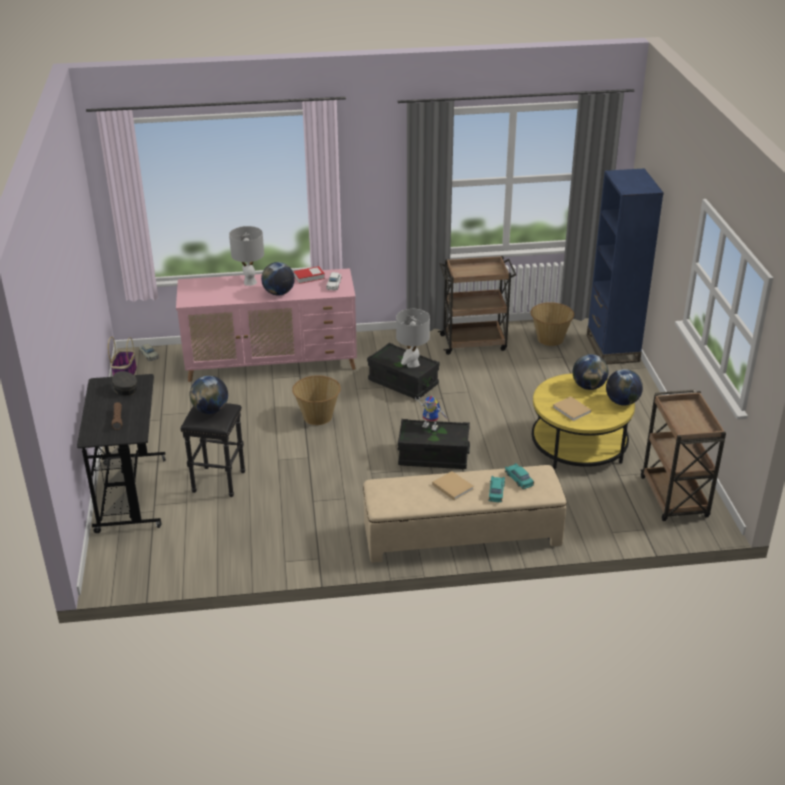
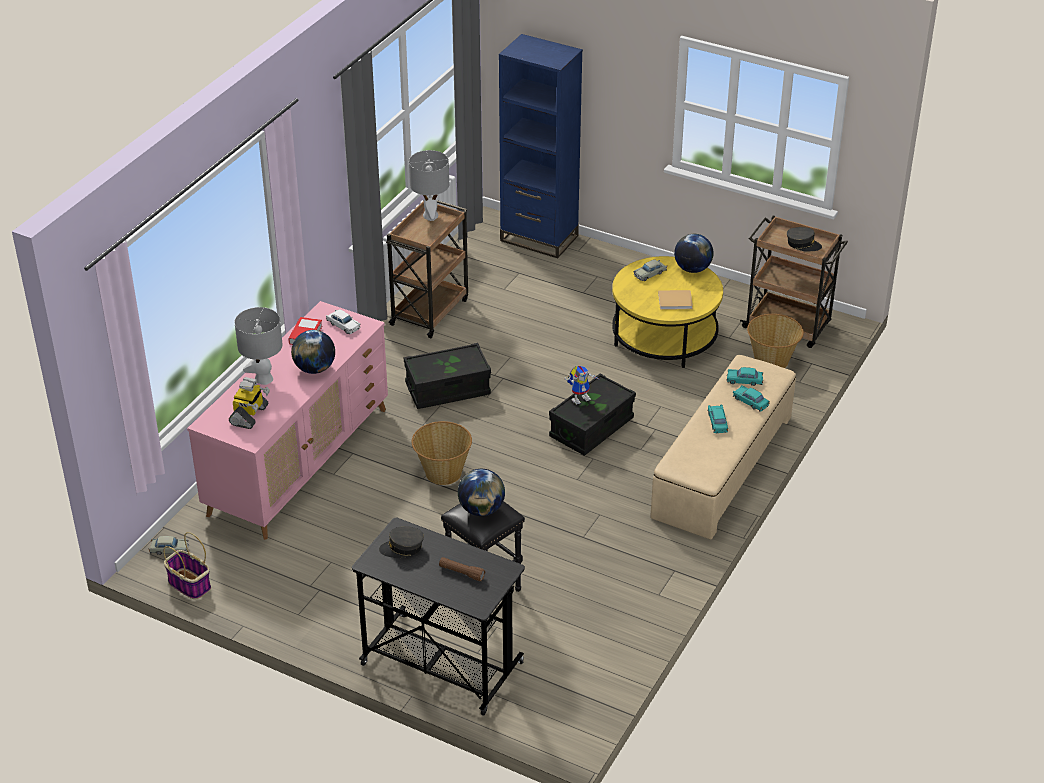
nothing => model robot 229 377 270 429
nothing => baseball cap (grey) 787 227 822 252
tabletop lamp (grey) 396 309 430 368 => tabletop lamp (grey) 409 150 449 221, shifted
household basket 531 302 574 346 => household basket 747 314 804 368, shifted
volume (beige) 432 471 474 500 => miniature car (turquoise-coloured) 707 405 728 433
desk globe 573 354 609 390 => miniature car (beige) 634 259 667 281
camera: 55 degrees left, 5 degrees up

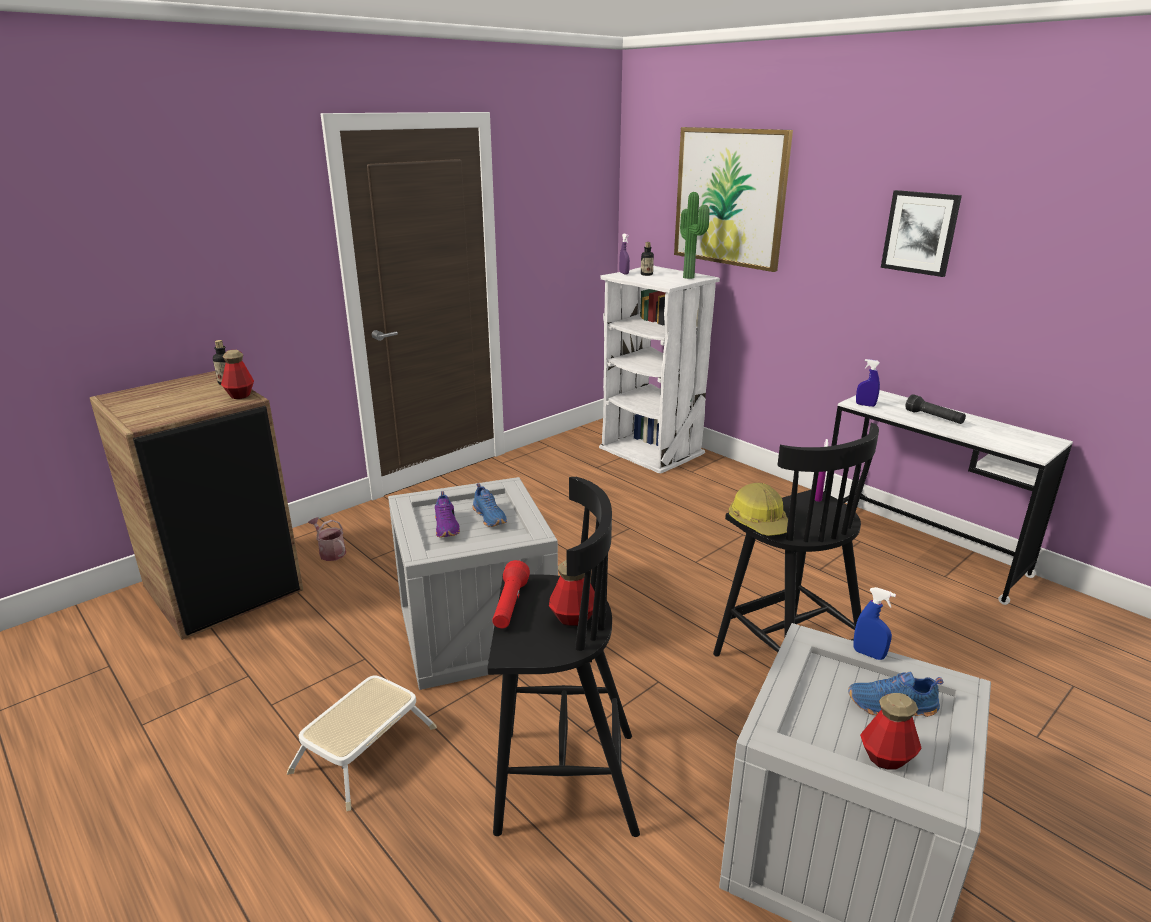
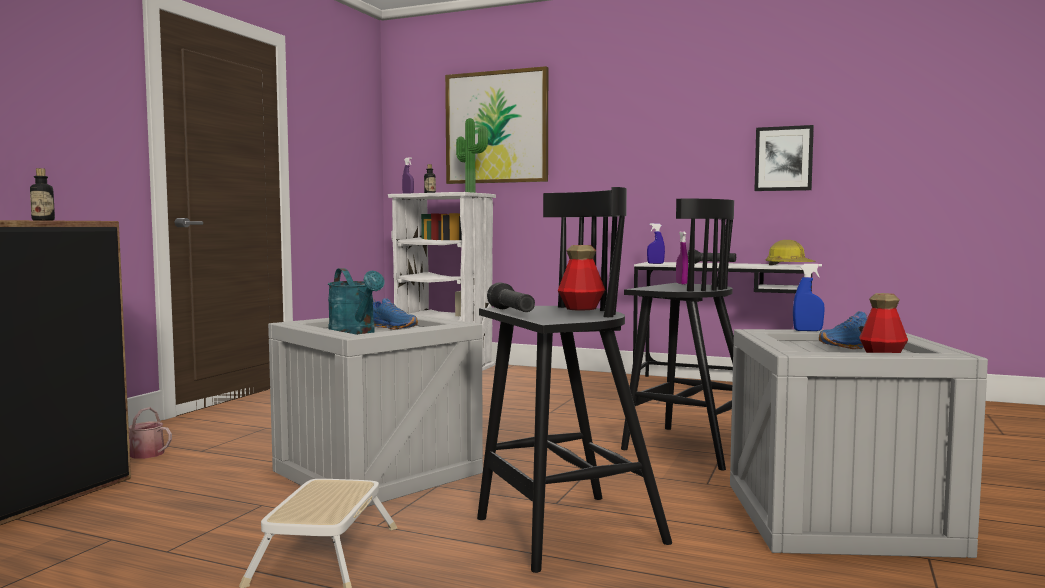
drink bottle 221 350 254 399 => nothing
safety helmet 729 483 788 536 => safety helmet 766 240 816 265, shifted
picture 881 190 962 277 => picture 754 125 814 191, shifted
low shoe (purple) 435 491 460 538 => sprinkling can (turquoise-coloured) 328 268 384 335
torch (red) 492 560 530 628 => torch (blackish) 487 282 535 312
camera: 25 degrees left, 20 degrees down

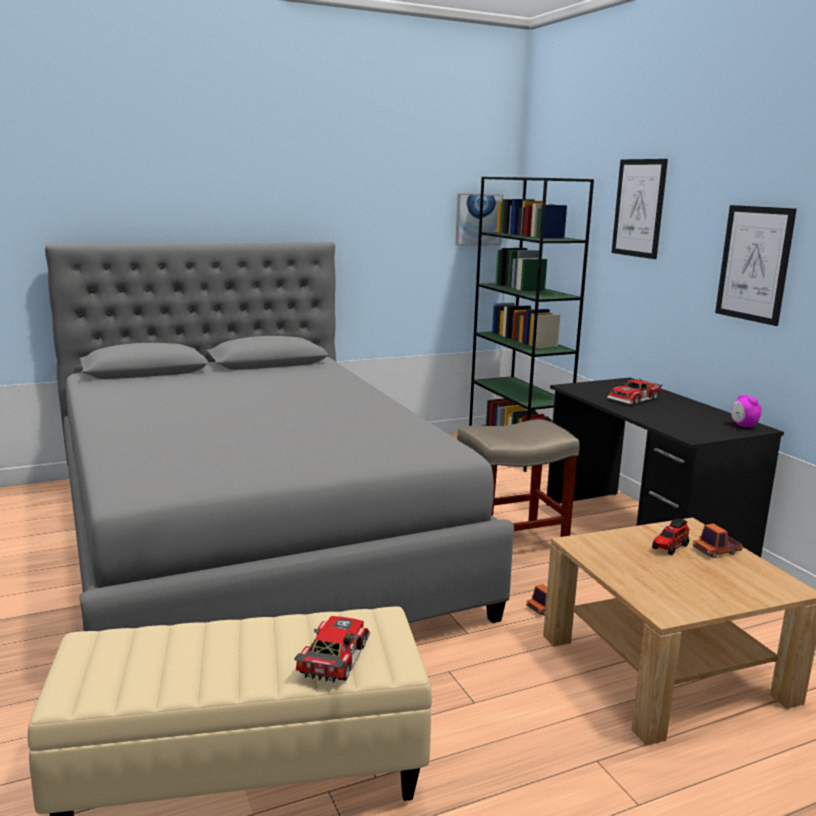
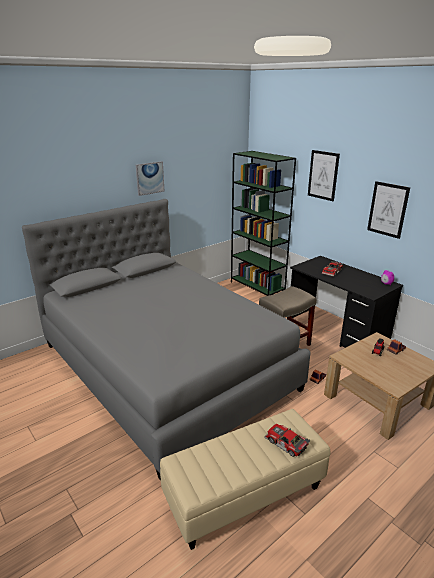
picture 455 193 503 246 => picture 136 161 164 196, shifted
miniature car 294 616 370 683 => miniature car 264 424 311 457, 45 degrees counterclockwise
camera: 15 degrees left, 10 degrees up

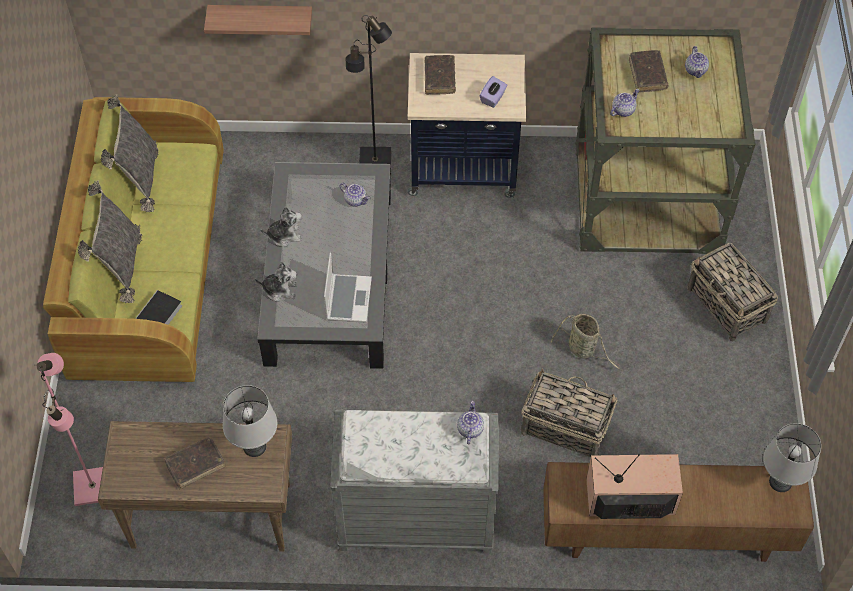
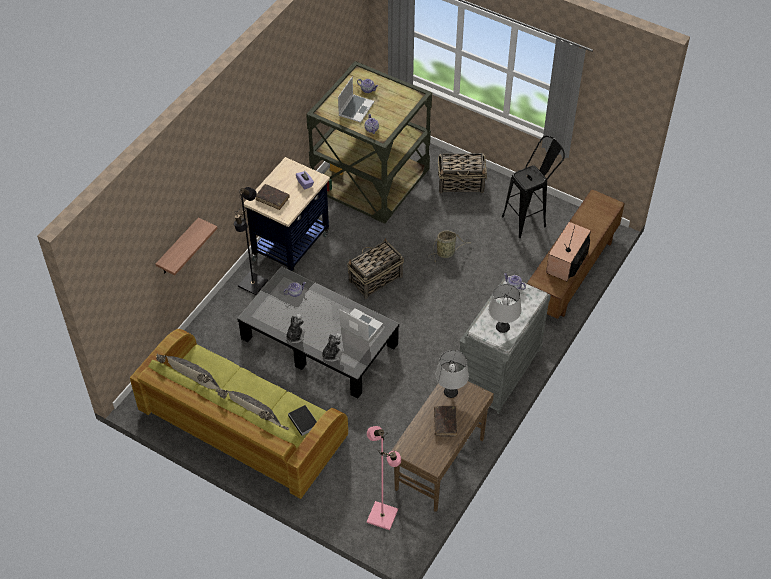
nothing => sitting stool (blackish) 502 136 565 238
household basket 521 369 618 458 => household basket 347 238 404 299, shifted
tabletop lamp (grey) 763 423 821 492 => tabletop lamp (grey) 488 284 521 333, shifted
volume (brownish) 629 50 668 93 => notebook computer 338 76 374 123
camera: 60 degrees left, 5 degrees down

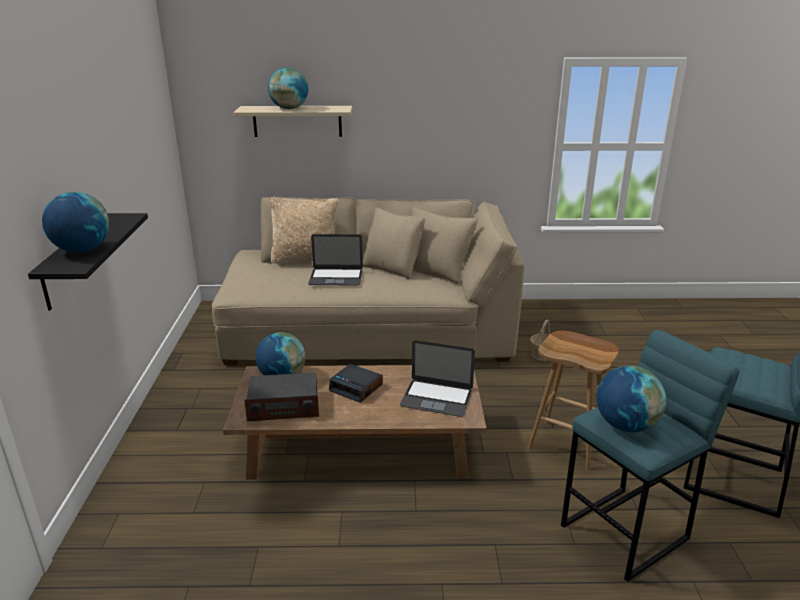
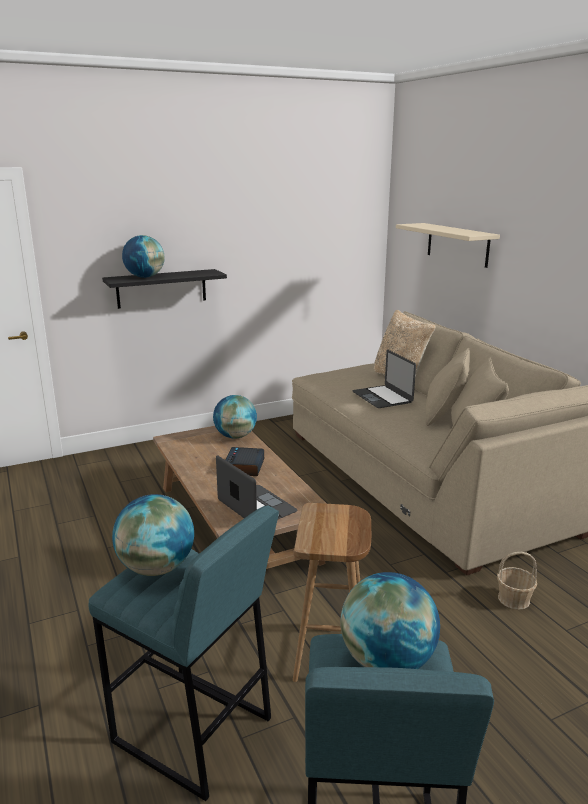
radio 244 372 319 421 => nothing
desk globe 268 67 308 109 => desk globe 340 572 440 669, shifted
notebook computer 400 340 475 417 => notebook computer 216 455 297 519, 150 degrees clockwise
camera: 65 degrees right, 5 degrees down

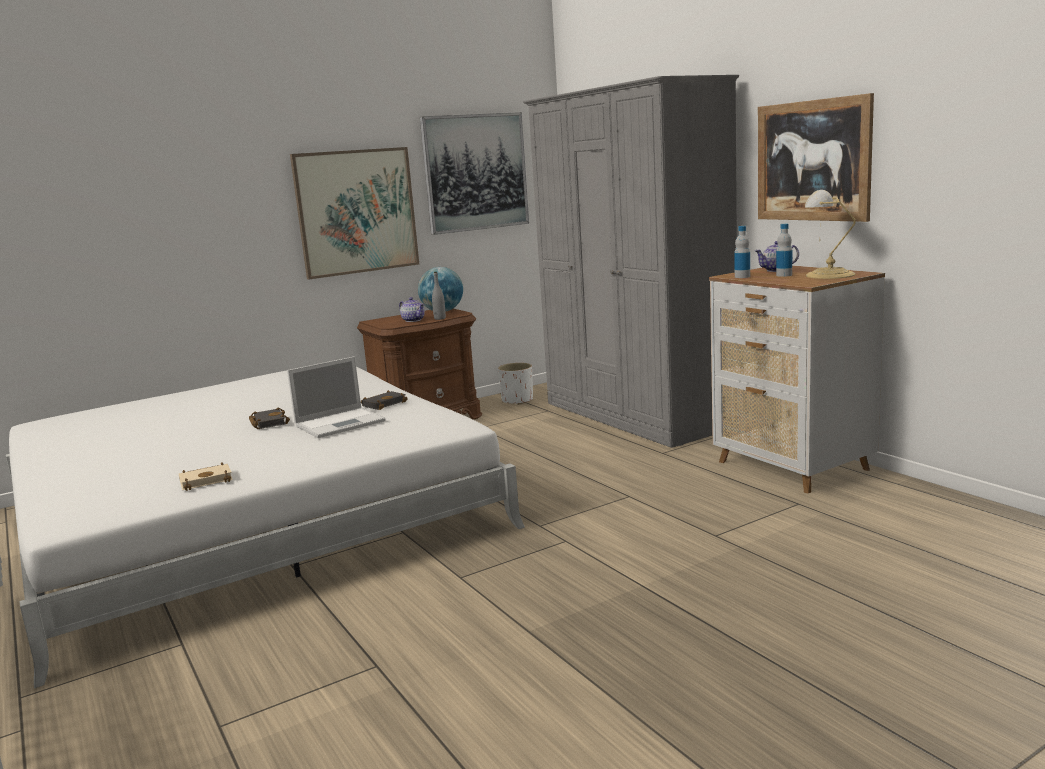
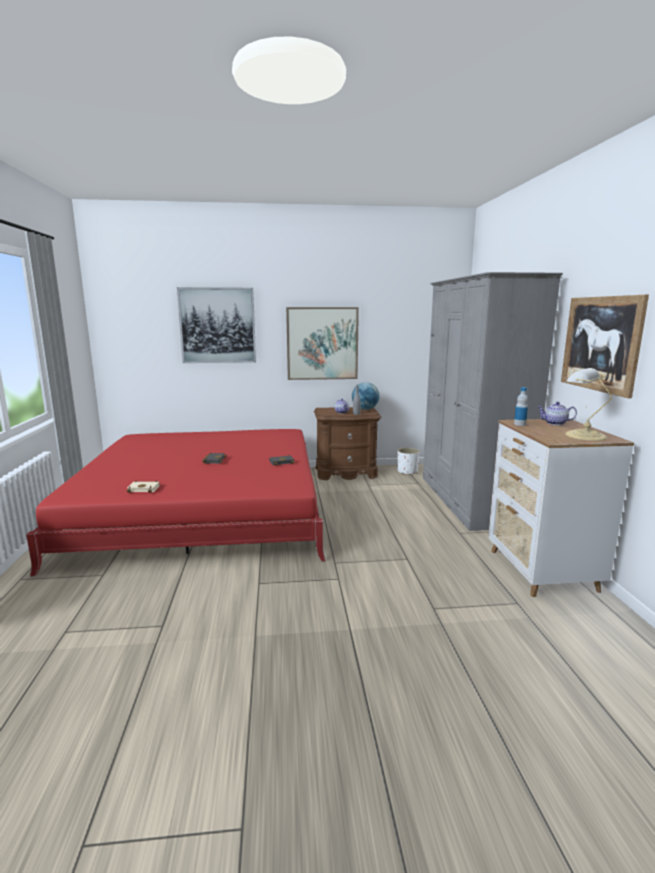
notebook computer 287 356 386 438 => nothing
drink bottle 776 224 792 277 => nothing
picture 420 112 529 235 => picture 177 287 256 363, shifted
bed (whitish) 6 367 525 688 => bed (red) 26 429 325 577
camera: 25 degrees right, 0 degrees up

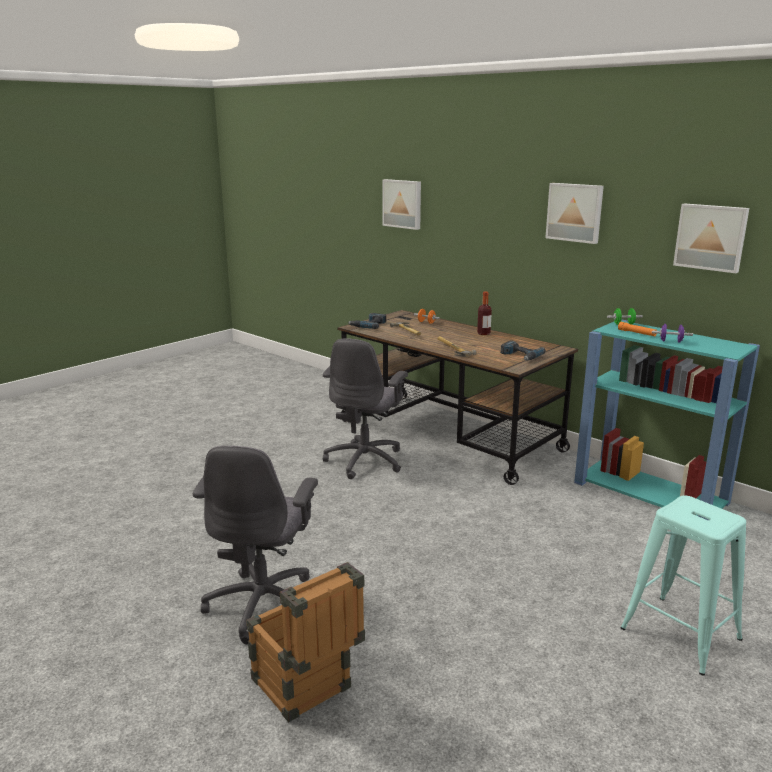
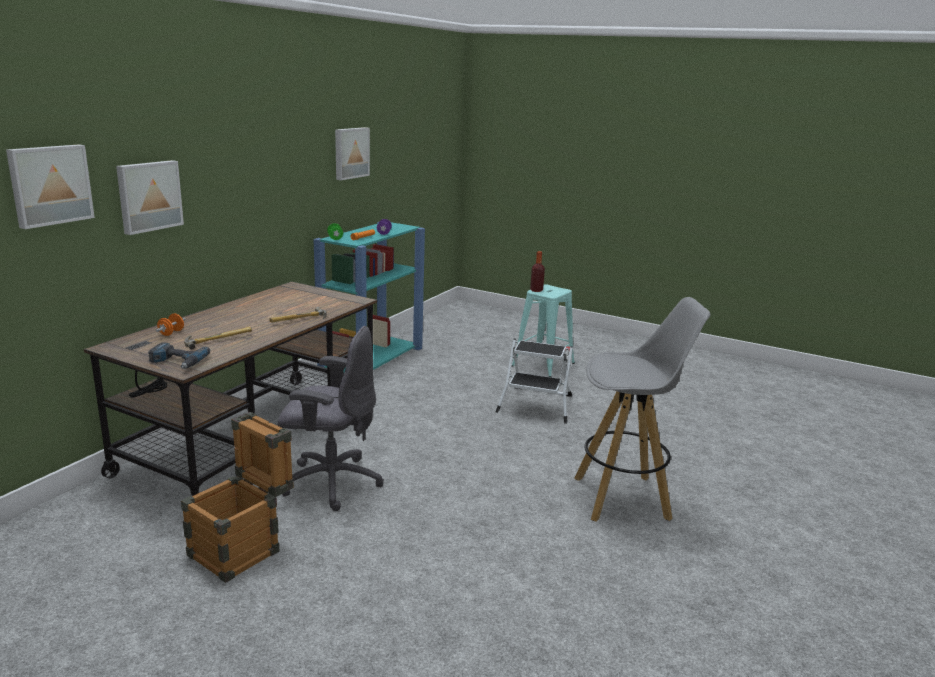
electric drill 501 341 546 361 => nothing
nothing => step stool 496 338 573 424
packing crate 247 562 365 723 => packing crate 181 412 294 583, shifted
drink bottle 477 292 492 335 => drink bottle 530 251 545 292, shifted
picture 545 183 604 244 => picture 116 160 184 235, shifted
office chair (grey) 193 446 318 644 => sitting stool (grey) 574 297 710 522
camera: 105 degrees left, 0 degrees up

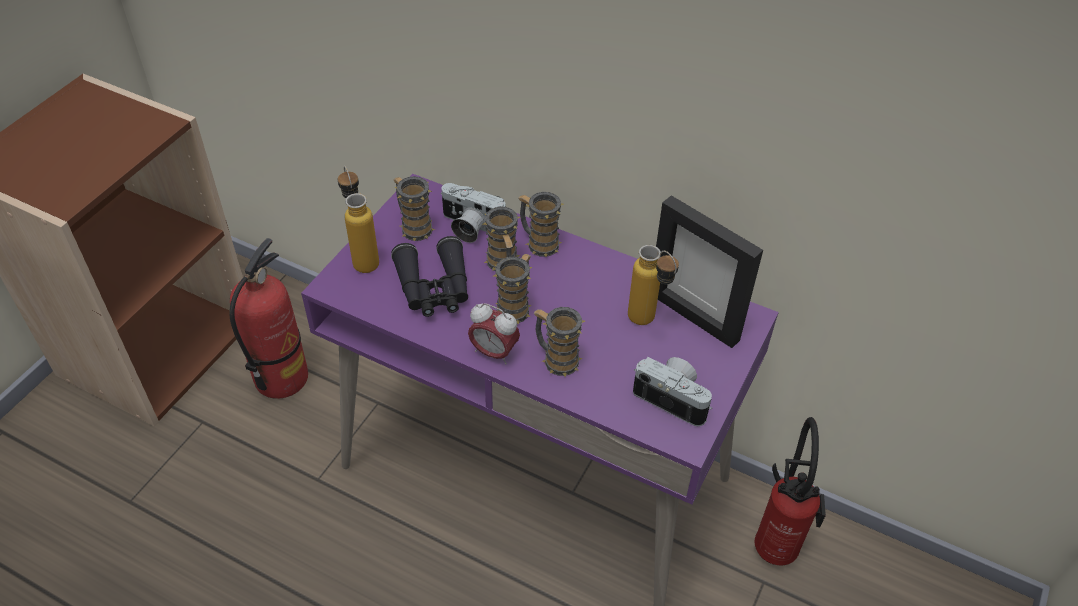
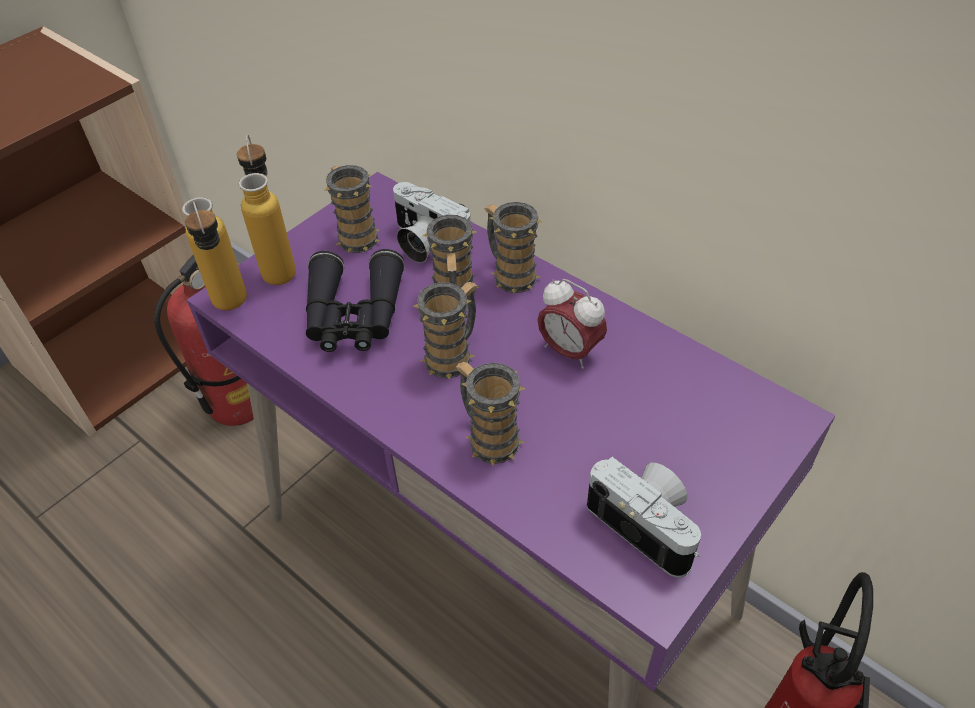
picture frame 656 195 763 348 => nothing
bedside clock 468 303 520 365 => bedside clock 537 279 607 369, shifted
drink bottle 628 245 679 325 => drink bottle 182 197 247 310, shifted
camera: 15 degrees right, 0 degrees up

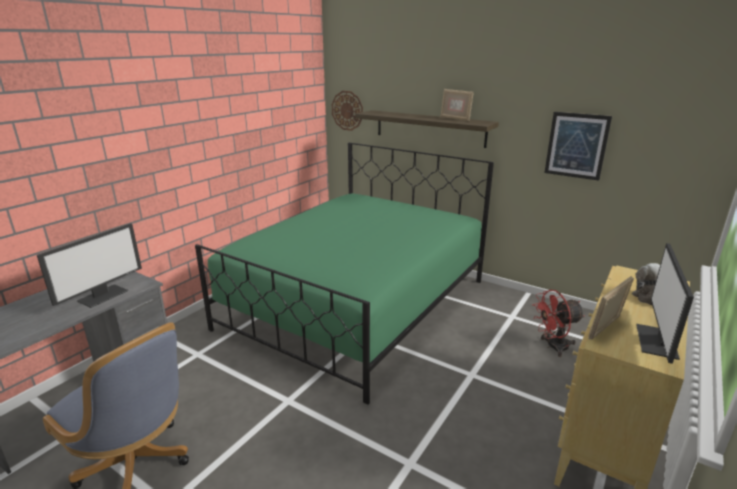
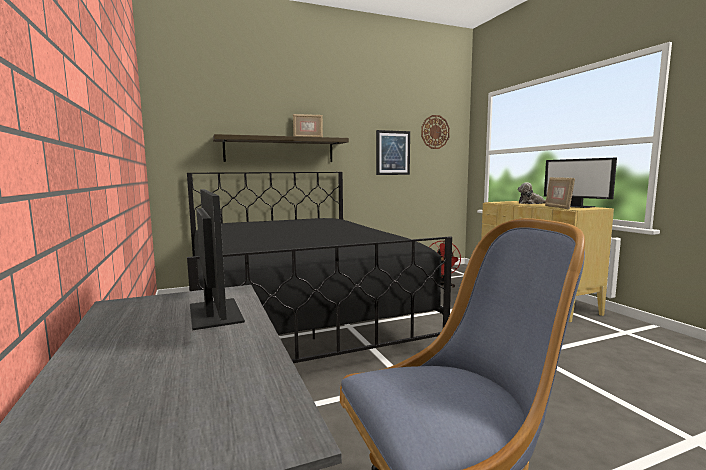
wall clock 332 91 363 131 => wall clock 421 115 450 149, shifted
bed (green-coloured) 195 142 494 405 => bed (blackish) 187 172 452 363
camera: 55 degrees left, 15 degrees down

